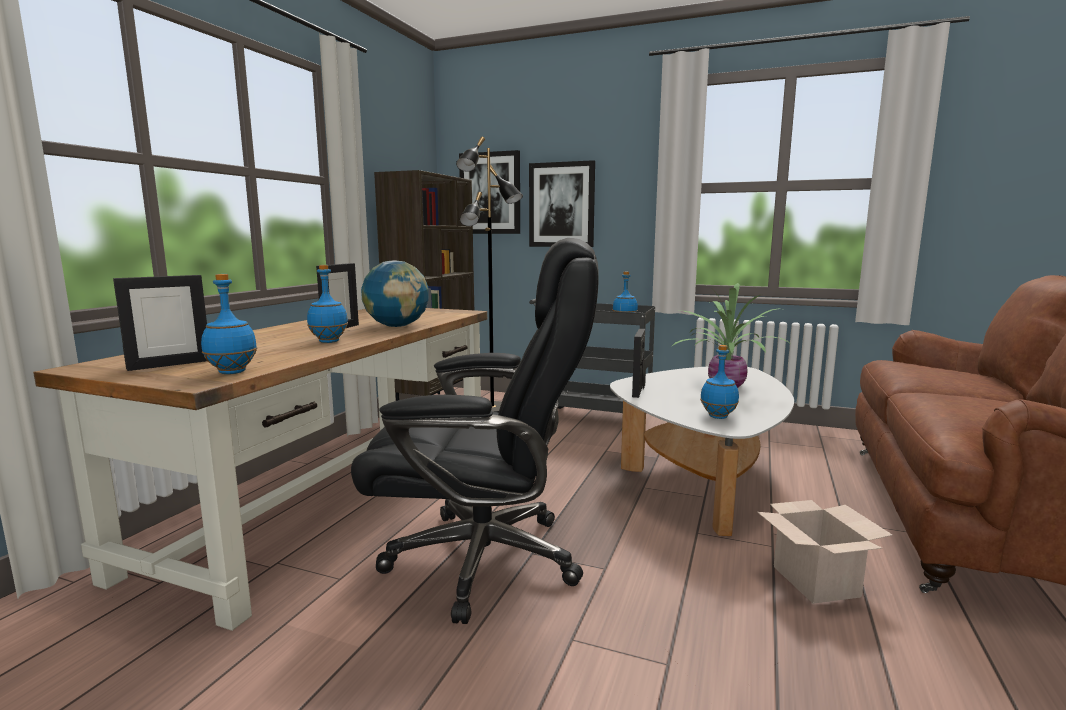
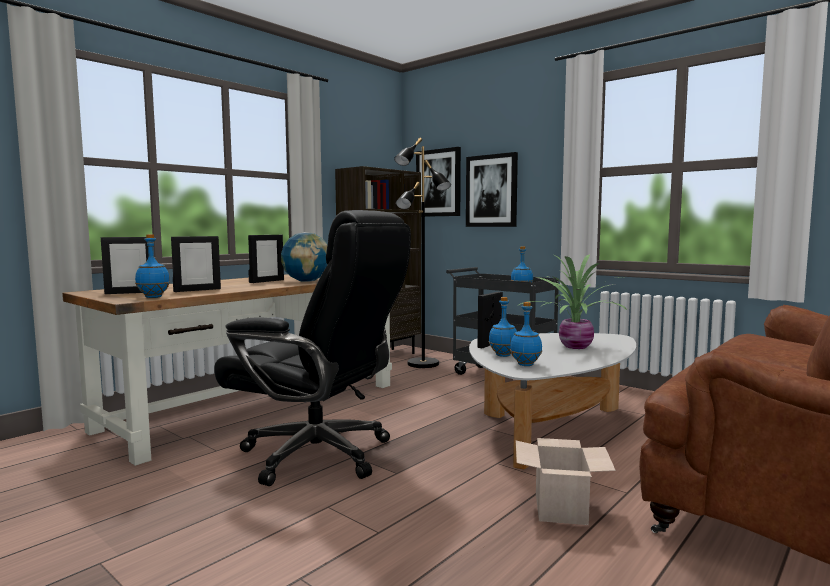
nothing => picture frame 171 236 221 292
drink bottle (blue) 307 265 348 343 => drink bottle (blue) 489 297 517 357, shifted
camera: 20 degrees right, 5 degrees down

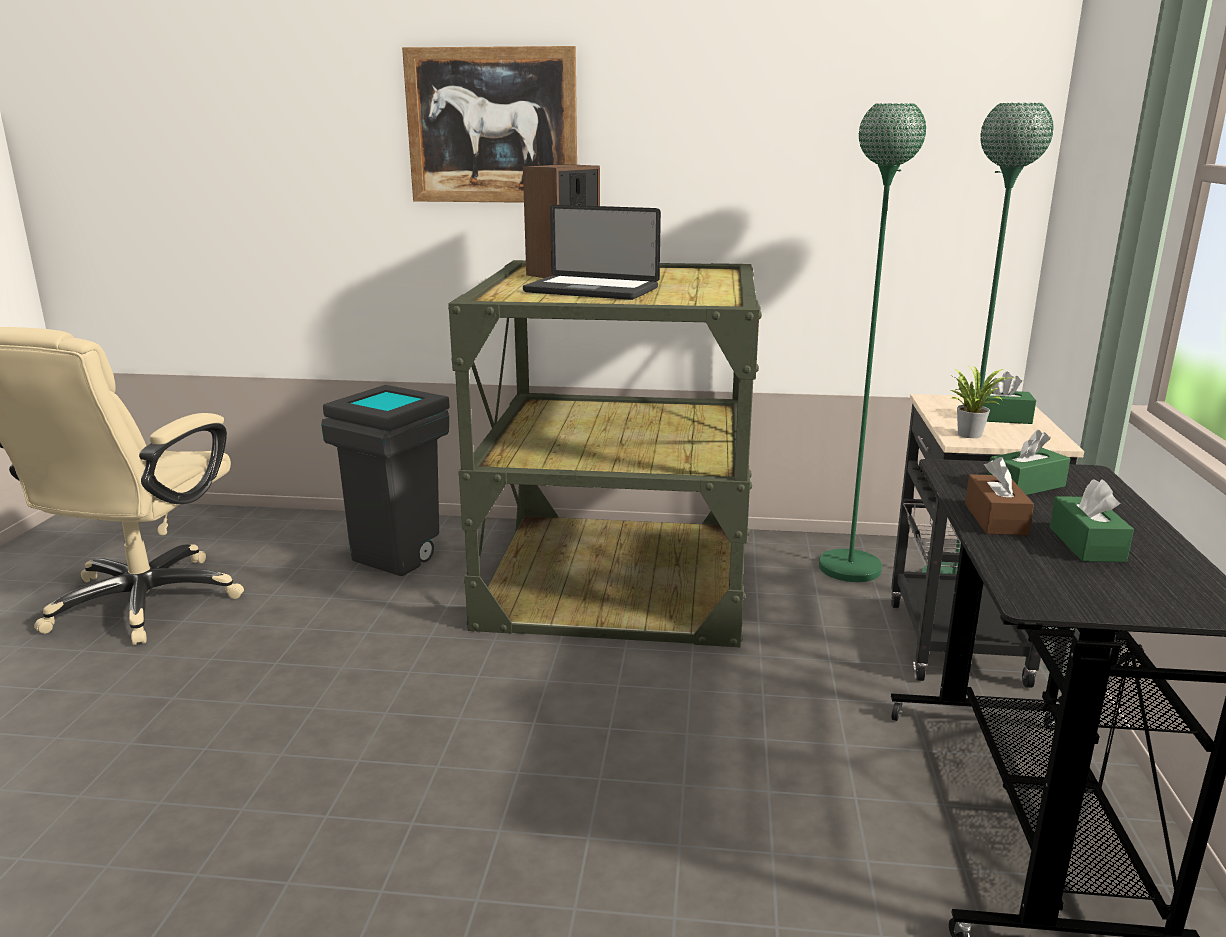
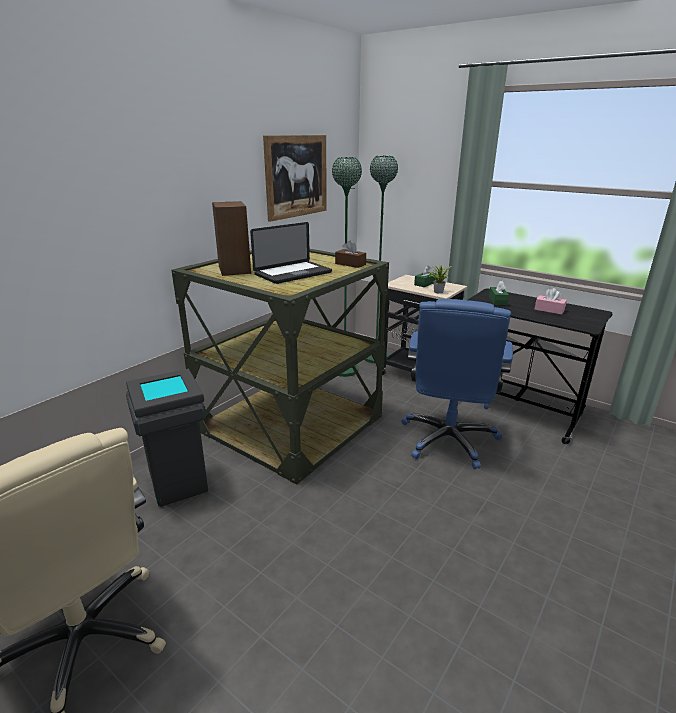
nothing => office chair (blue) 401 299 513 469
picture 402 46 577 203 => picture 263 135 327 222, shifted
tissue holder (brownish) 965 457 1034 535 => tissue holder (brownish) 335 241 366 268, shifted
tissue holder (green-coloured) 1050 479 1134 562 => tissue holder (pinkish) 535 288 567 314
camera: 60 degrees left, 5 degrees up

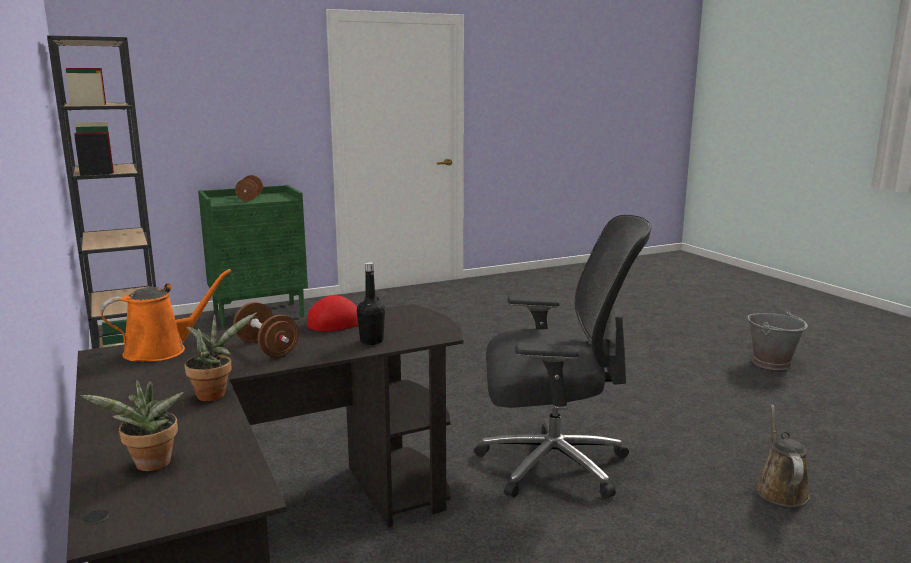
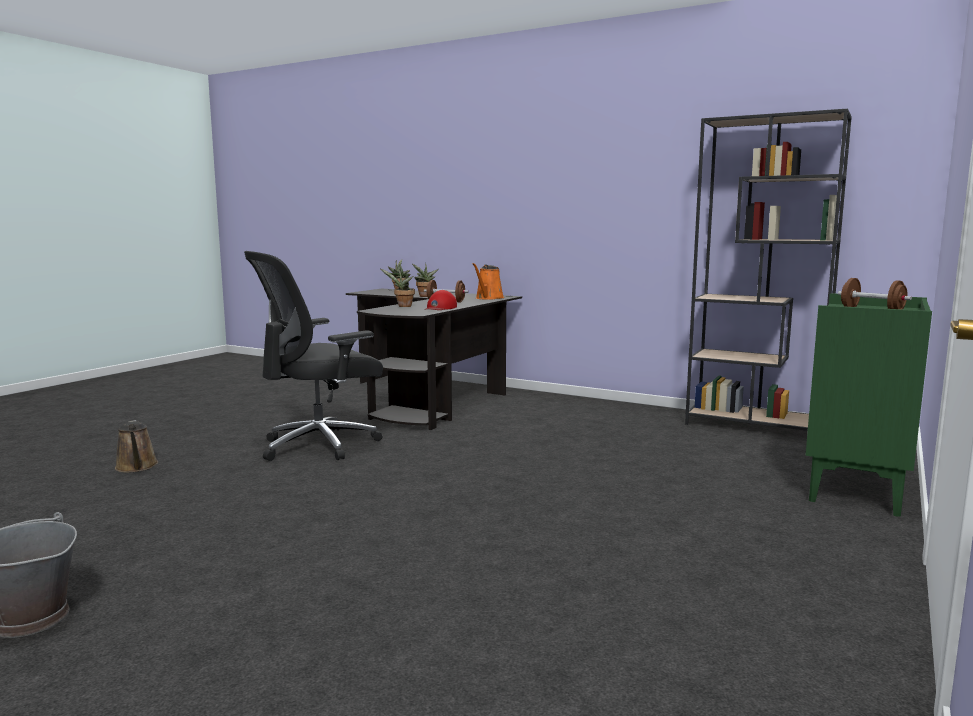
drink bottle (blackish) 357 262 385 345 => plant in a pot 381 268 415 307
camera: 145 degrees right, 5 degrees down

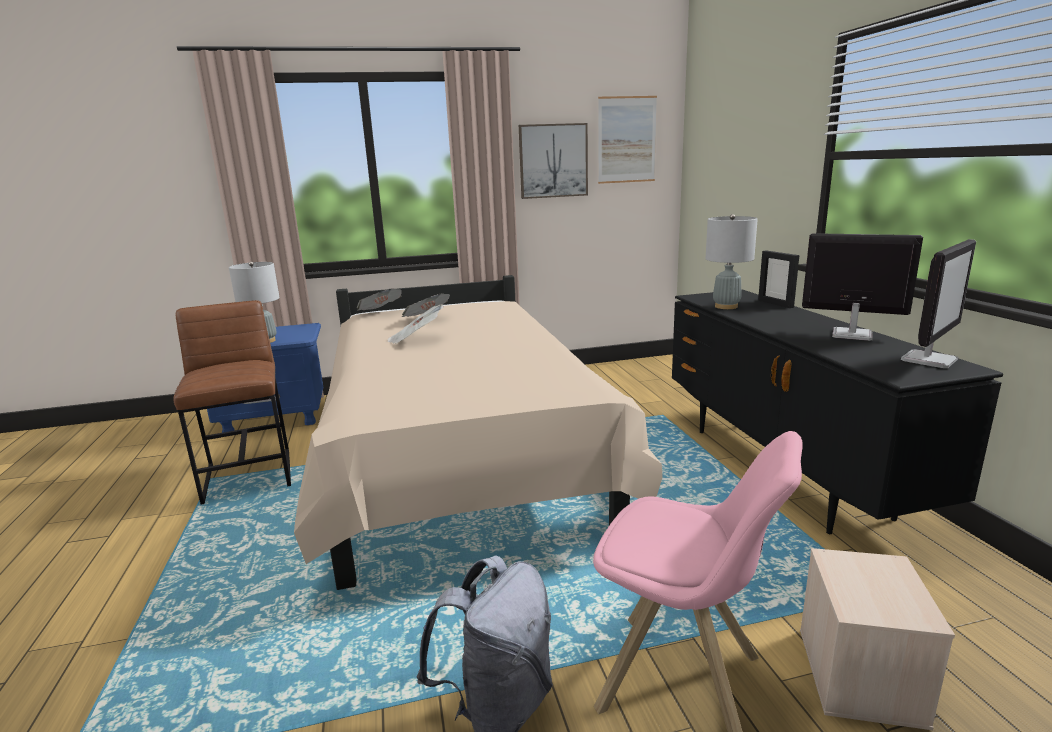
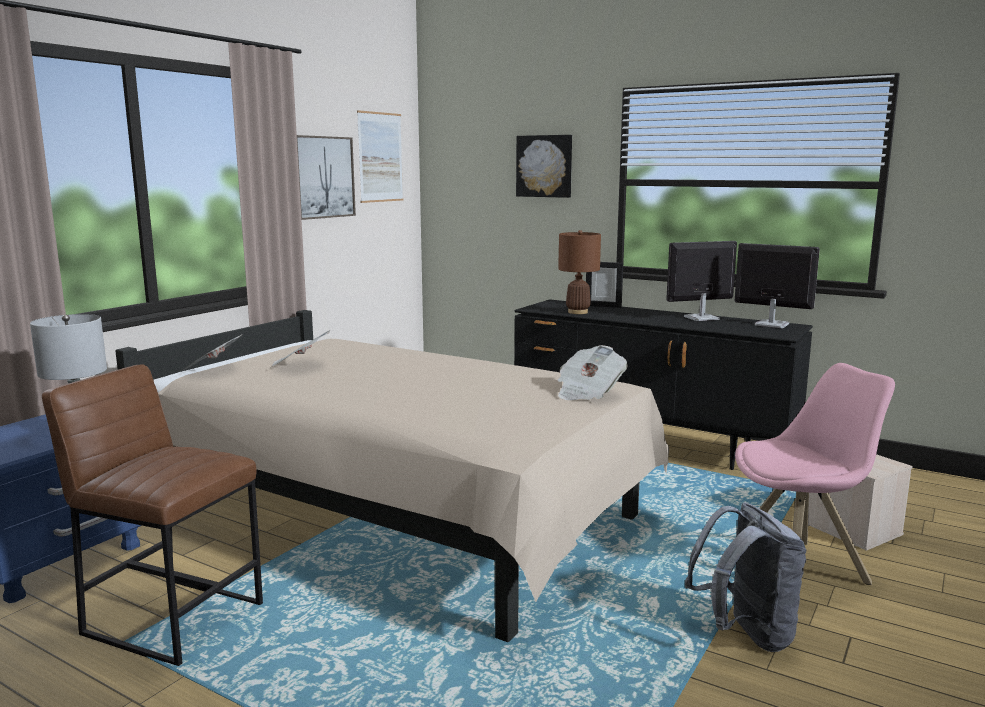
nothing => picture 516 135 572 198
daily paper 387 305 444 344 => daily paper 557 345 628 400, shifted
tabletop lamp (grey) 705 214 758 309 => tabletop lamp (brownish) 558 230 601 314
monitor 901 239 976 368 => monitor 735 243 820 328, 60 degrees counterclockwise
camera: 45 degrees left, 5 degrees down

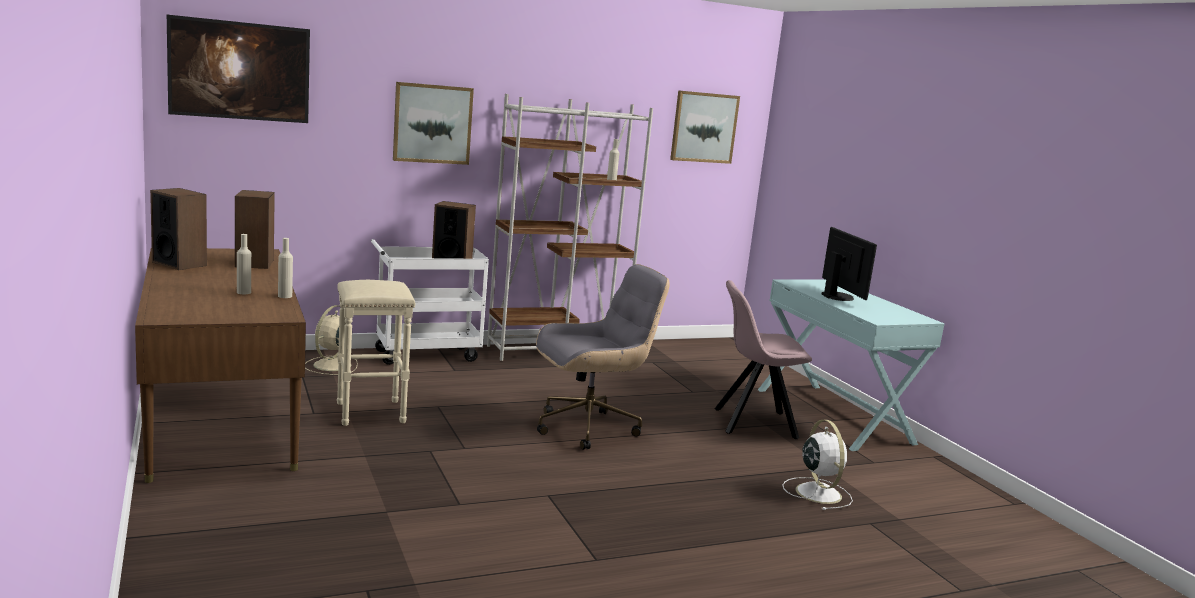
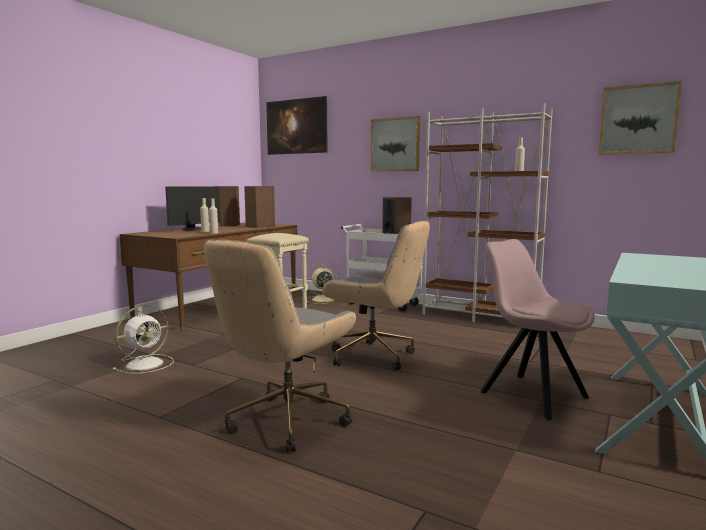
nothing => office chair (grey) 204 240 356 452
cooling fan (whitish) 782 420 853 510 => cooling fan (whitish) 112 305 174 374, shifted
monitor 821 227 877 301 => monitor 165 186 221 231, shifted
camera: 55 degrees right, 5 degrees down

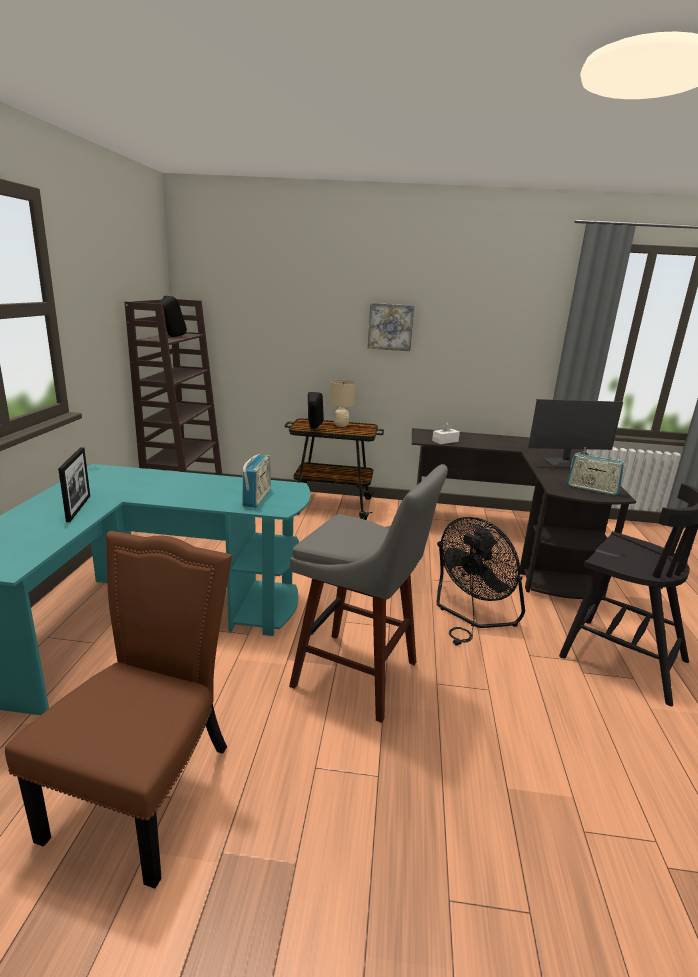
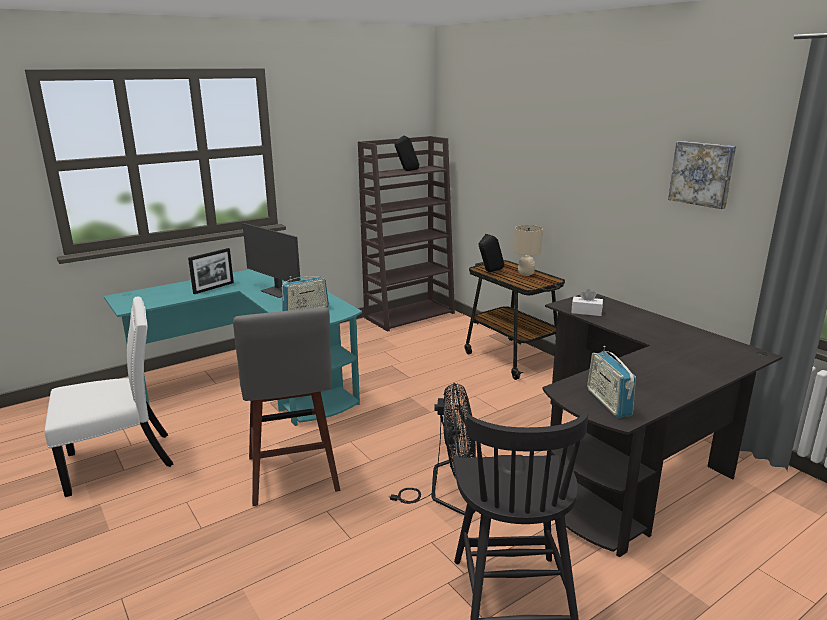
picture 368 303 414 351 => picture 668 141 736 209, shifted
monitor 528 399 623 468 => monitor 242 223 301 298, shifted
chair (brownish) 5 531 232 889 => chair (whitish) 44 297 173 497
camera: 50 degrees right, 0 degrees up

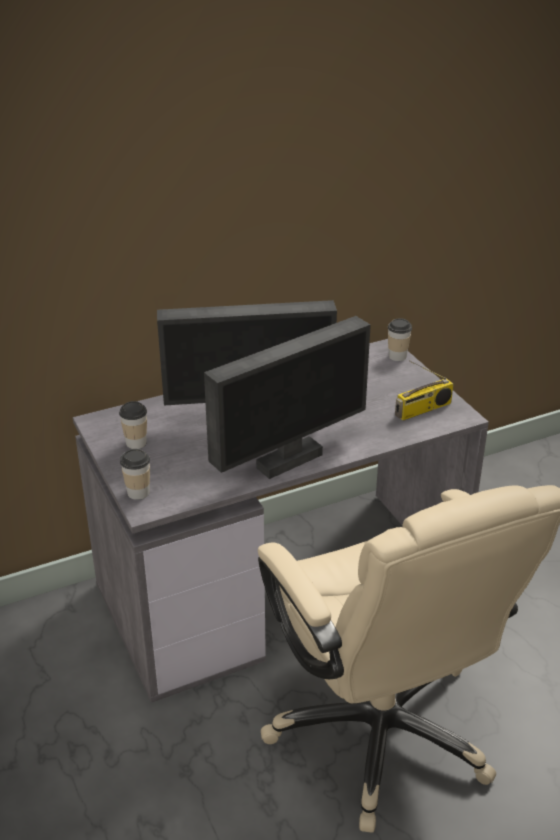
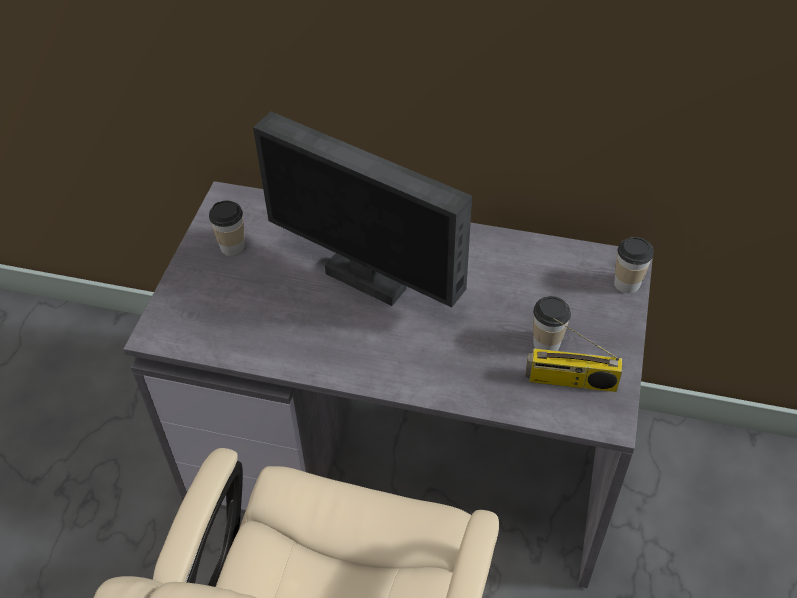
monitor 204 316 371 479 => nothing
small cup 120 449 150 500 => small cup 533 296 571 351, shifted
camera: 40 degrees right, 15 degrees up

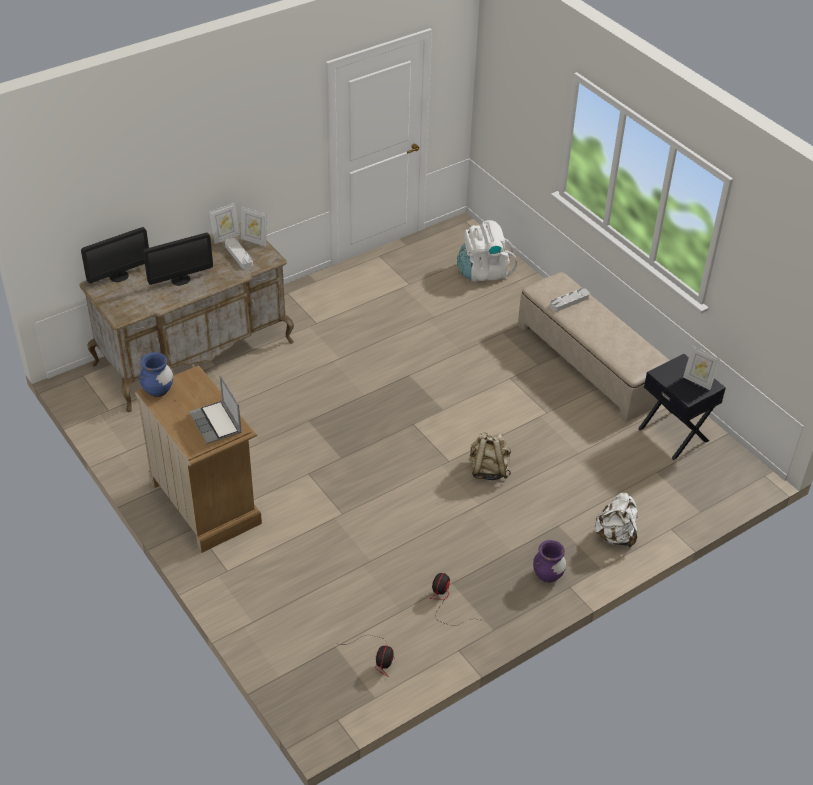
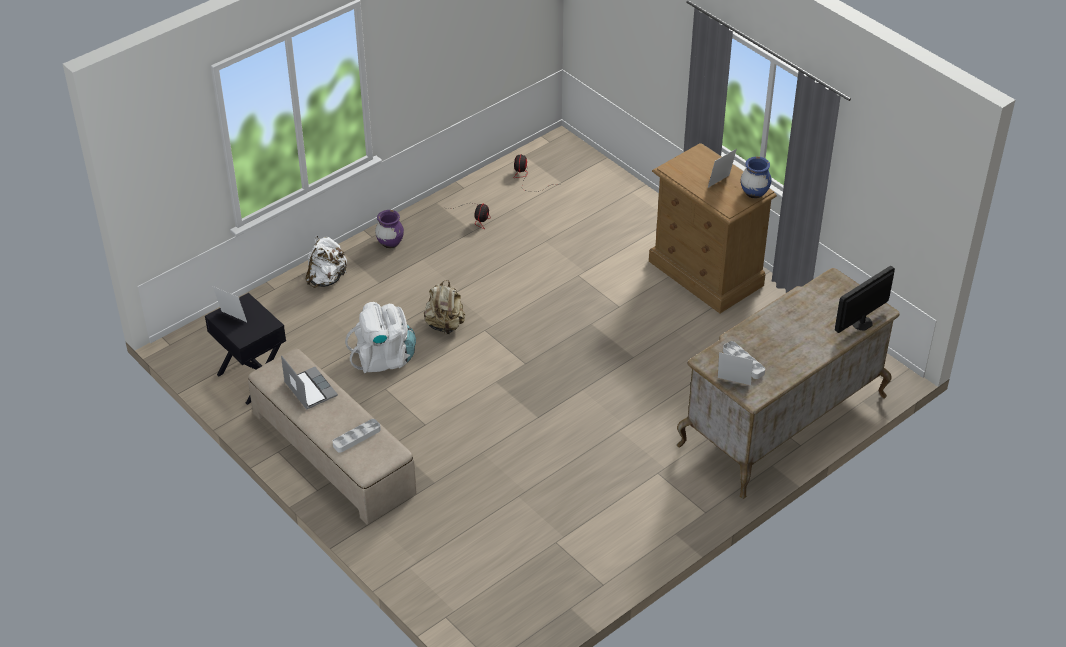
monitor 143 233 213 286 => nothing
notebook computer 189 375 242 444 => notebook computer 281 355 338 410, shifted
picture frame 209 203 240 244 => picture frame 708 149 737 188, shifted
knapsack (whitish) 457 220 517 282 => knapsack (whitish) 345 302 416 373, shifted
camera: 175 degrees right, 0 degrees up

